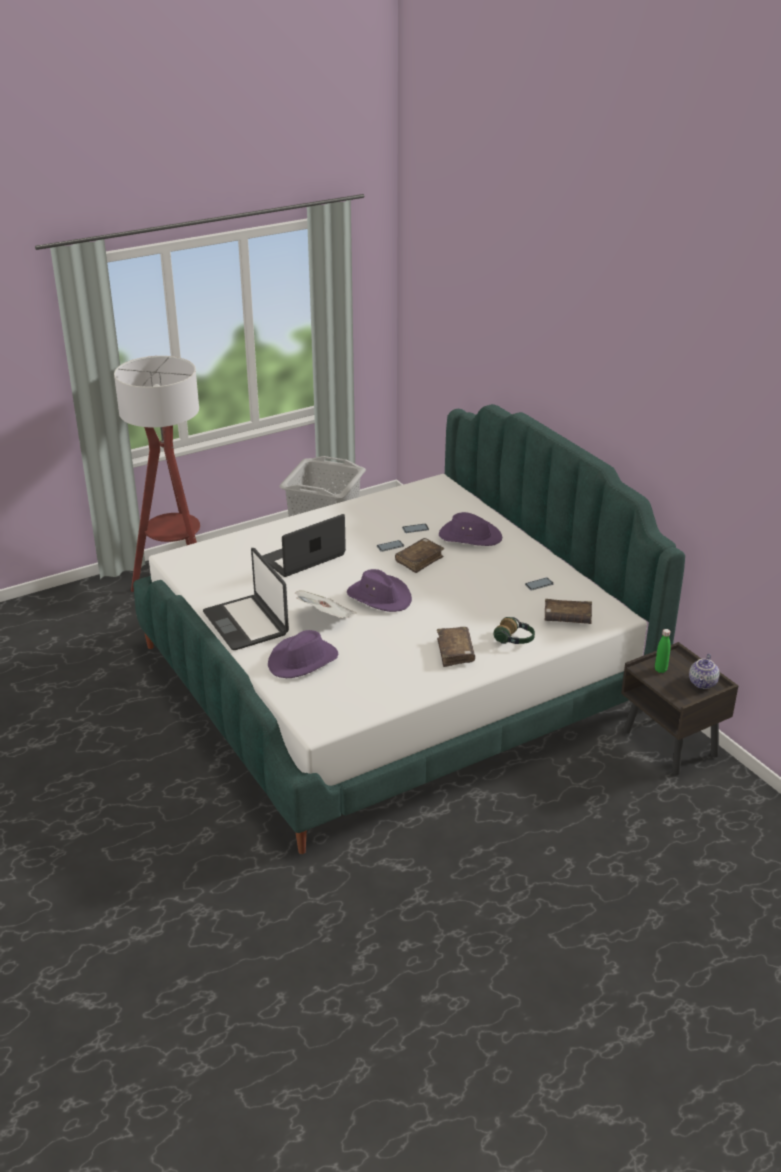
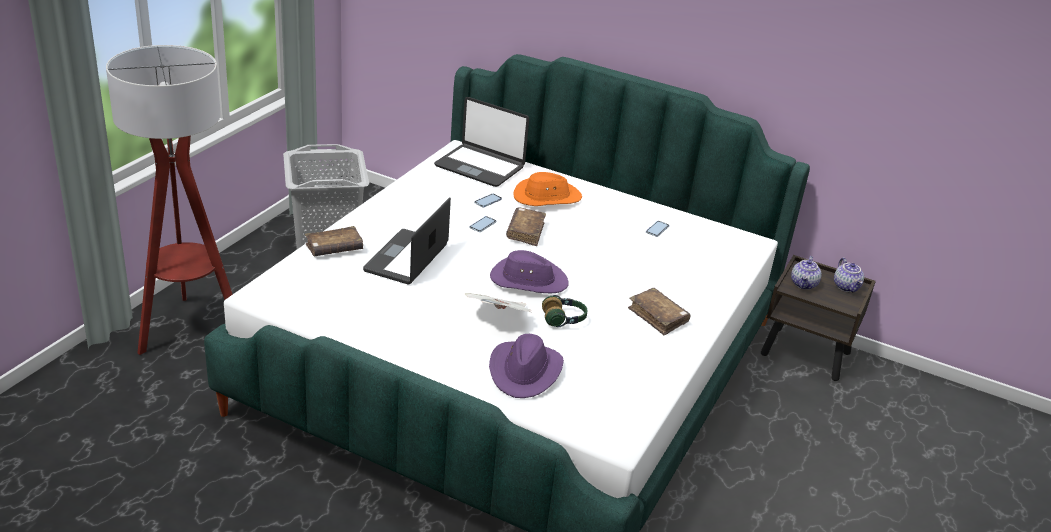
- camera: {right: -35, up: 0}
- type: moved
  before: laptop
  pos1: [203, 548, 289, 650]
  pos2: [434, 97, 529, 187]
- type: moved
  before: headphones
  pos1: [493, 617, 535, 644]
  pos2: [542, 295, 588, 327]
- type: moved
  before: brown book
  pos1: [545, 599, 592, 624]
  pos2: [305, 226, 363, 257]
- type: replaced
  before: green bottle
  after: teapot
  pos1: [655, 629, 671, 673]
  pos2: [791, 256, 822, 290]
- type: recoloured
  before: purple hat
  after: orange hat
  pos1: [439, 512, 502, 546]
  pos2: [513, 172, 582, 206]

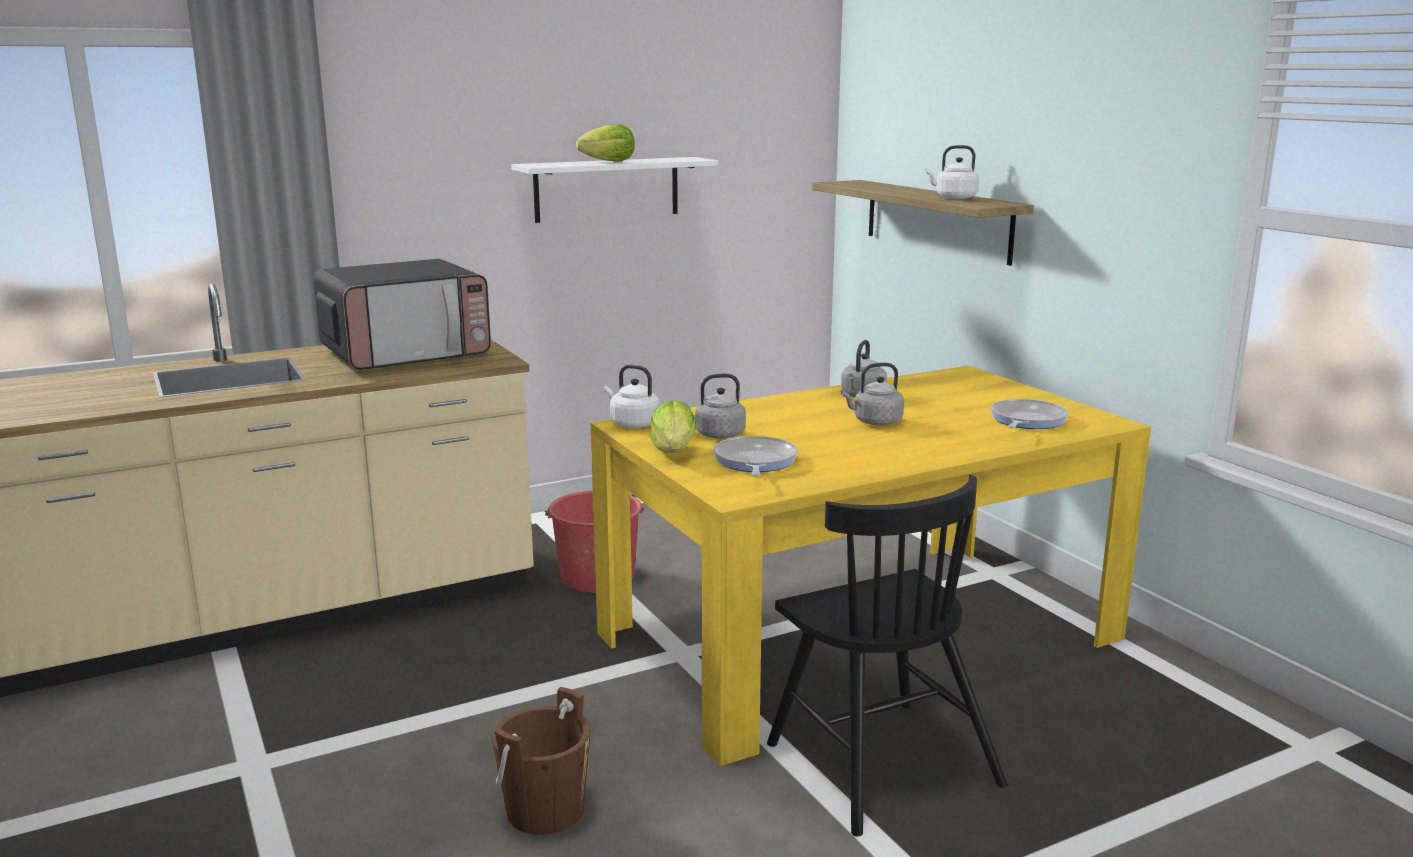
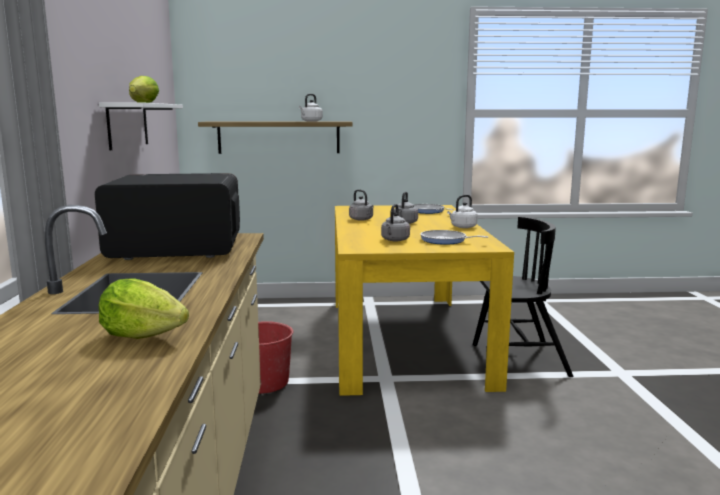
- camera: {right: -65, up: -5}
- type: removed
  before: brown bucket
  pos1: [492, 687, 591, 835]
- type: moved
  before: white kettle
  pos1: [604, 365, 659, 428]
  pos2: [447, 195, 478, 228]
- type: moved
  before: lettuce
  pos1: [650, 400, 696, 453]
  pos2: [99, 279, 189, 339]
- type: turned
  before: microwave
  pos1: [313, 259, 491, 370]
  pos2: [95, 173, 240, 260]
  turn: -90

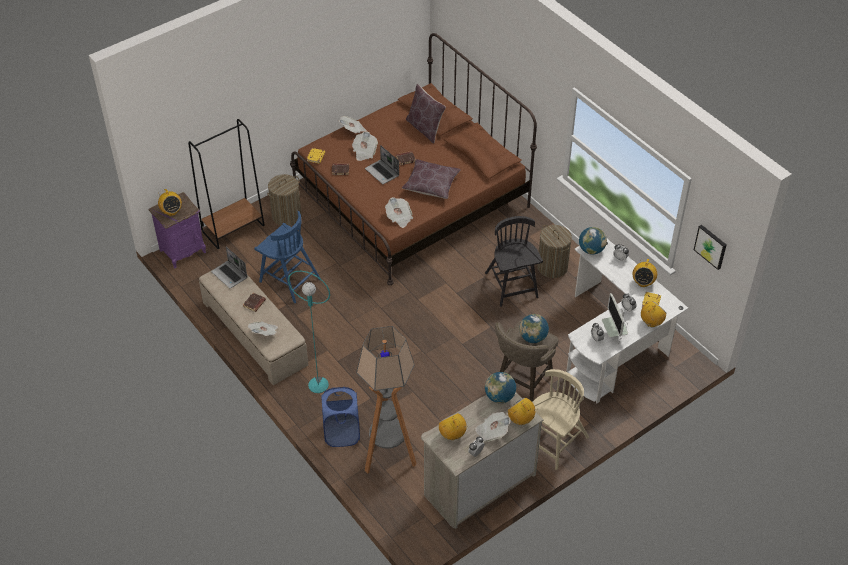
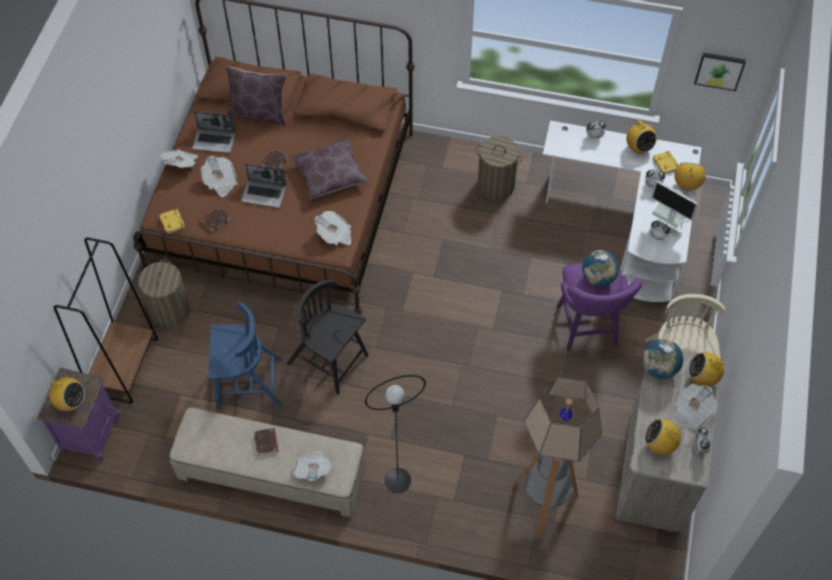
- camera: {right: -40, up: 10}
- type: removed
  before: blue laundry basket
  pos1: [321, 387, 360, 447]
- type: removed
  before: globe
  pos1: [579, 227, 607, 255]
- type: moved
  before: laptop
  pos1: [211, 247, 247, 288]
  pos2: [192, 112, 236, 153]
- type: moved
  before: black chair
  pos1: [485, 216, 543, 307]
  pos2: [287, 280, 369, 395]
- type: recoloured
  before: turquoise floor lamp
  after: black floor lamp
  pos1: [288, 271, 330, 393]
  pos2: [365, 375, 426, 493]
- type: recoloured
  before: beige stool
  after: purple stool
  pos1: [495, 321, 559, 402]
  pos2: [557, 263, 643, 351]

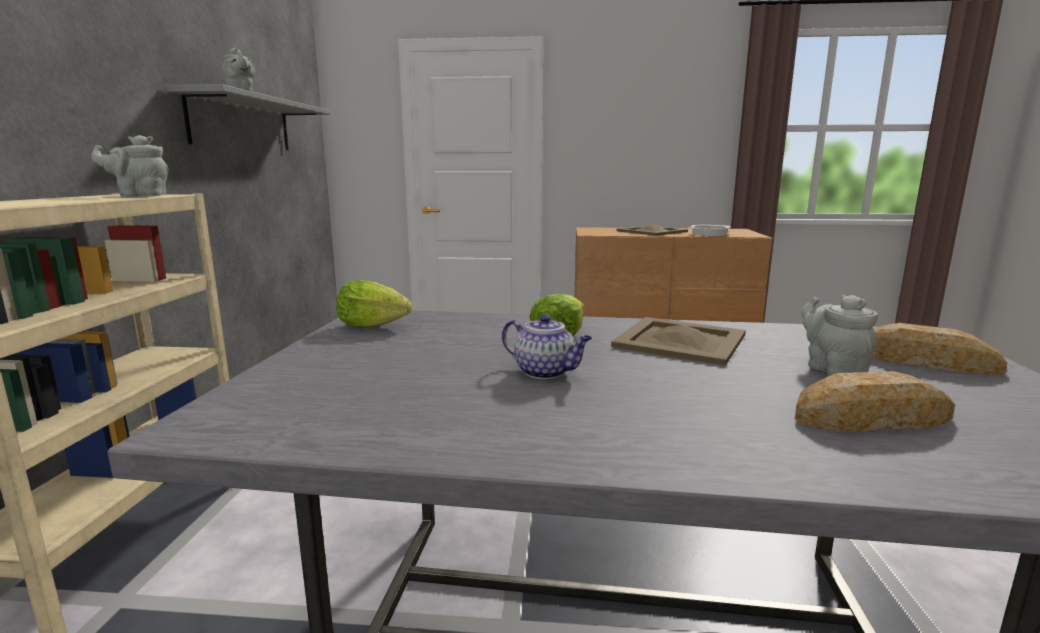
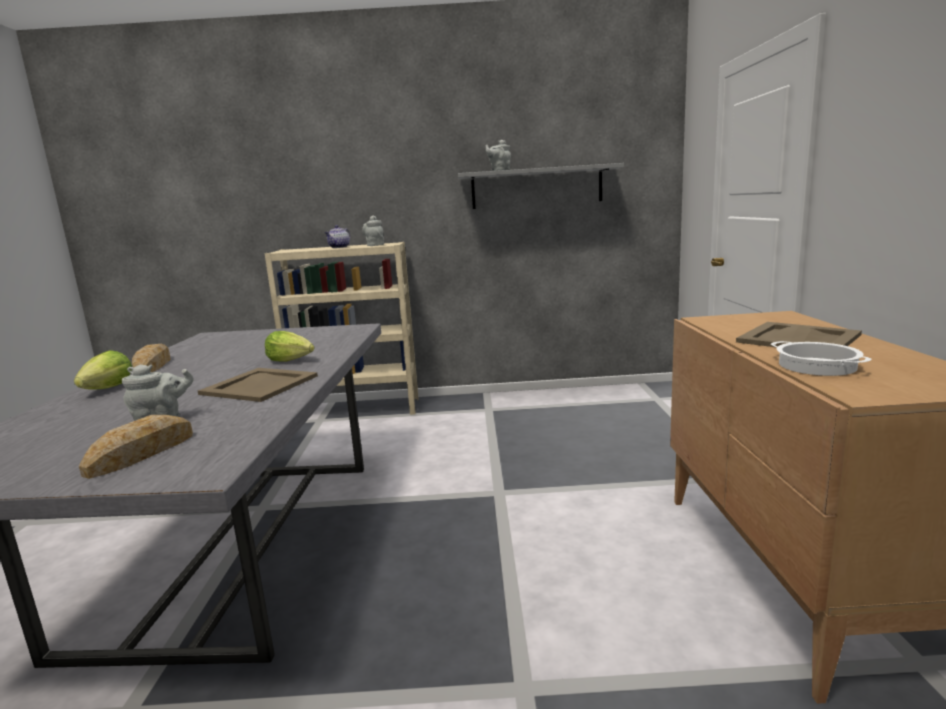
- camera: {right: 85, up: 0}
- type: moved
  before: lettuce
  pos1: [336, 280, 412, 327]
  pos2: [74, 350, 132, 390]
- type: moved
  before: teapot
  pos1: [502, 314, 592, 379]
  pos2: [325, 225, 350, 248]
- type: moved
  before: bread
  pos1: [795, 371, 955, 431]
  pos2: [132, 344, 170, 372]

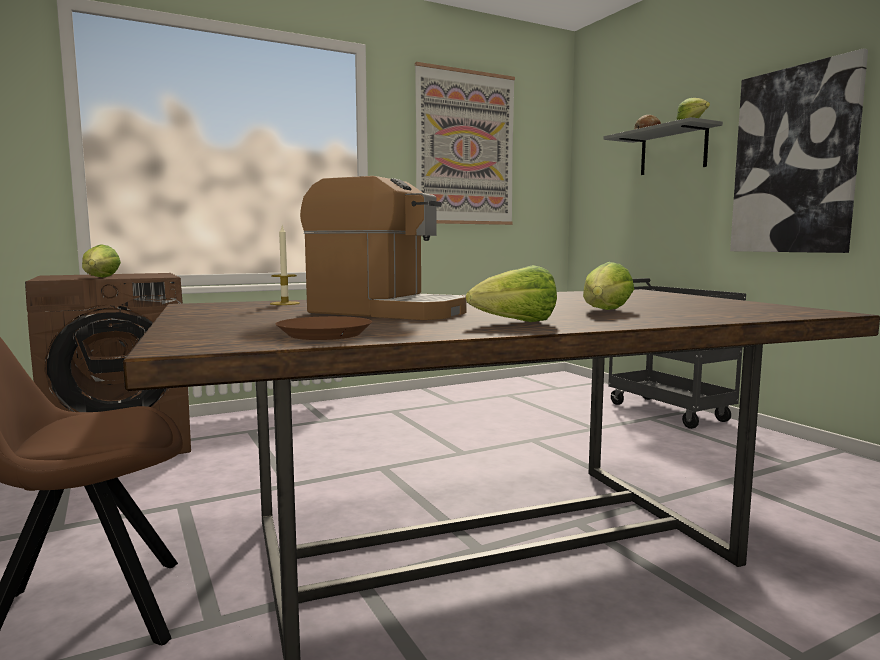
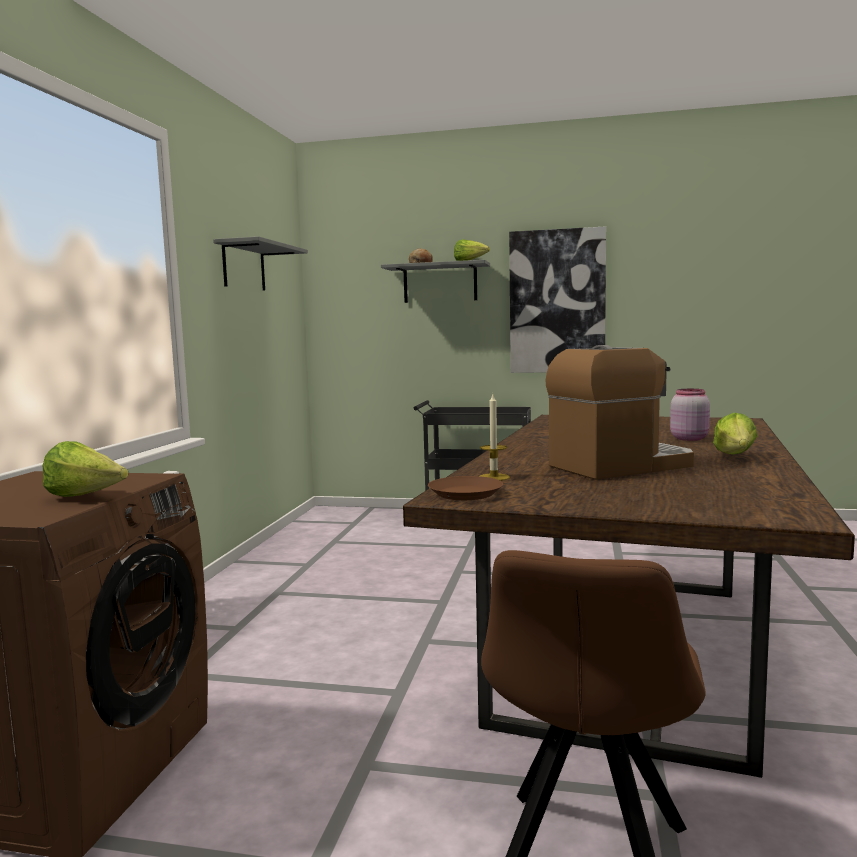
- camera: {right: -50, up: 0}
- type: moved
  before: brown plate
  pos1: [276, 316, 372, 340]
  pos2: [428, 476, 503, 500]
- type: replaced
  before: picture
  after: grey shelf
  pos1: [415, 62, 515, 225]
  pos2: [213, 236, 308, 291]
- type: replaced
  before: lettuce
  after: pink jar
  pos1: [583, 262, 634, 310]
  pos2: [670, 389, 710, 441]

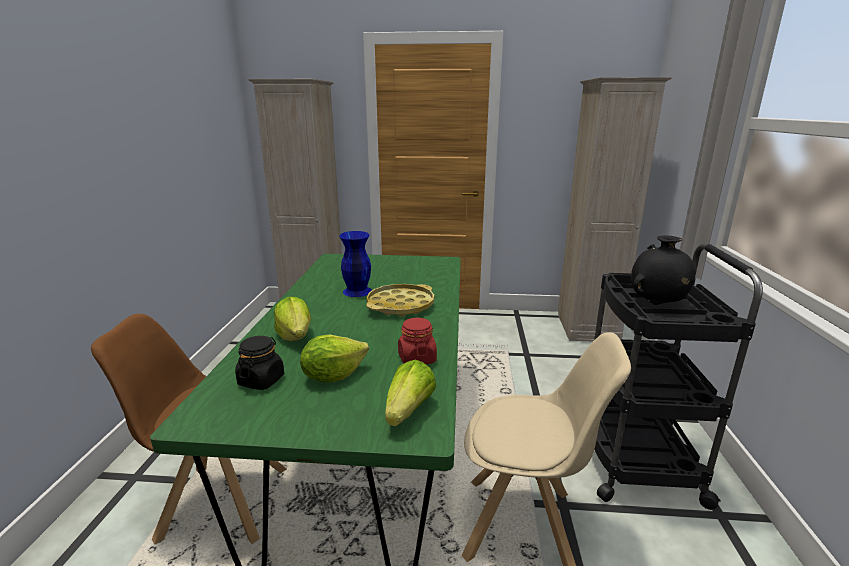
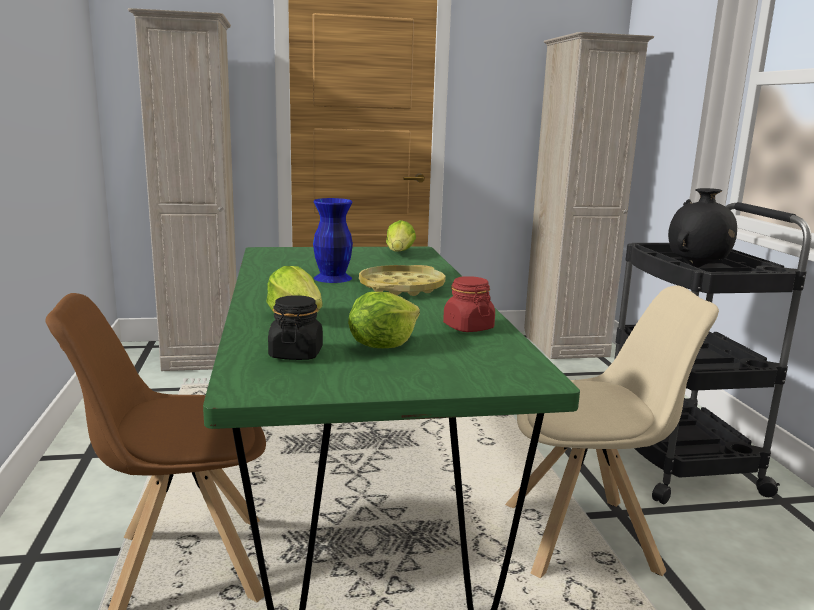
- camera: {right: -15, up: -5}
- type: moved
  before: lettuce
  pos1: [385, 360, 436, 426]
  pos2: [386, 220, 416, 251]

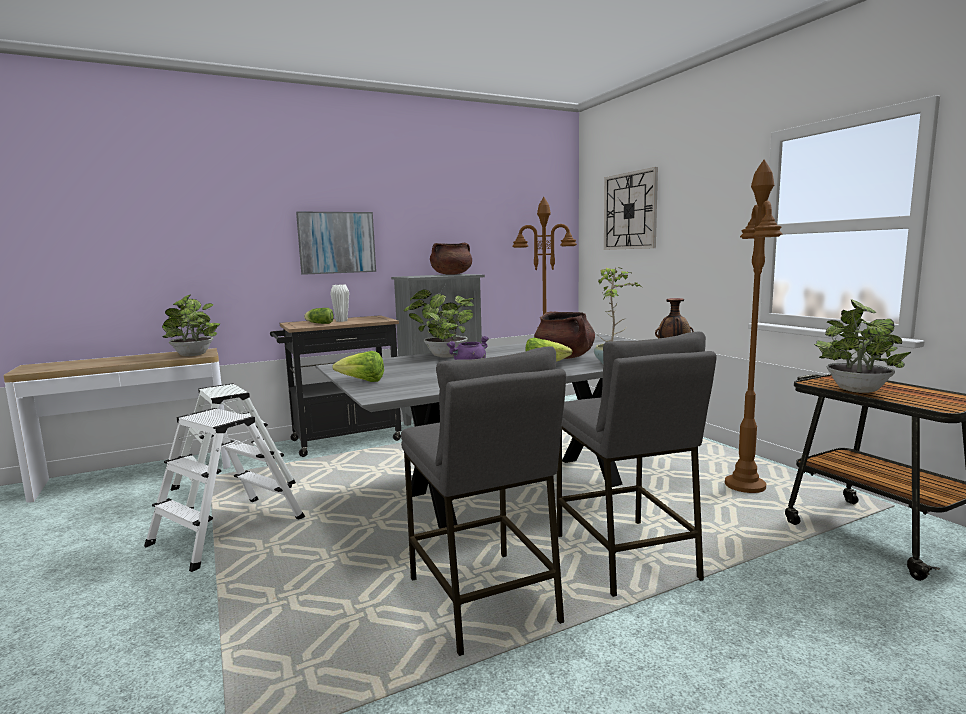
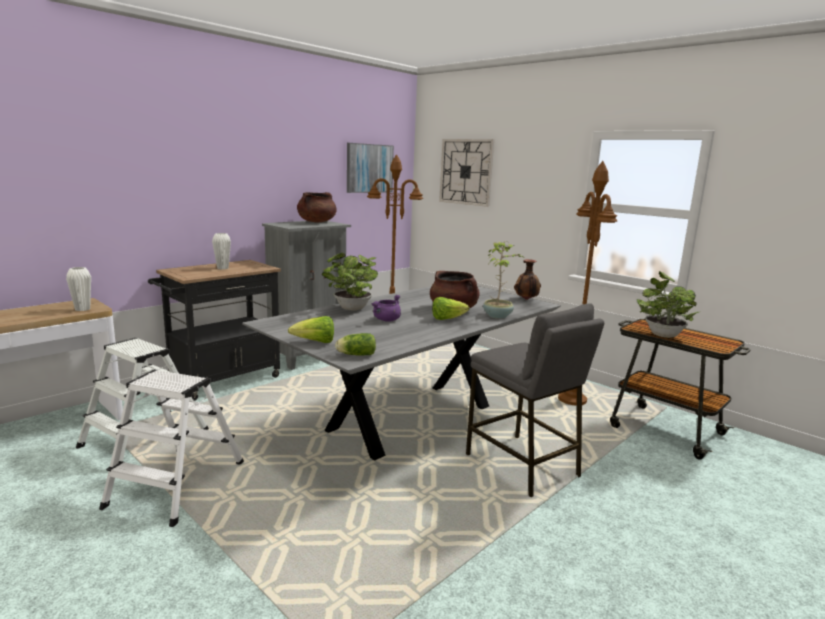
- camera: {right: -20, up: 5}
- type: removed
  before: grey stool
  pos1: [401, 346, 566, 656]
- type: moved
  before: picture
  pos1: [296, 211, 376, 275]
  pos2: [347, 143, 394, 193]
- type: moved
  before: lettuce
  pos1: [304, 308, 334, 324]
  pos2: [335, 333, 376, 356]
- type: replaced
  before: potted plant
  after: white vase
  pos1: [162, 294, 220, 356]
  pos2: [66, 267, 91, 311]

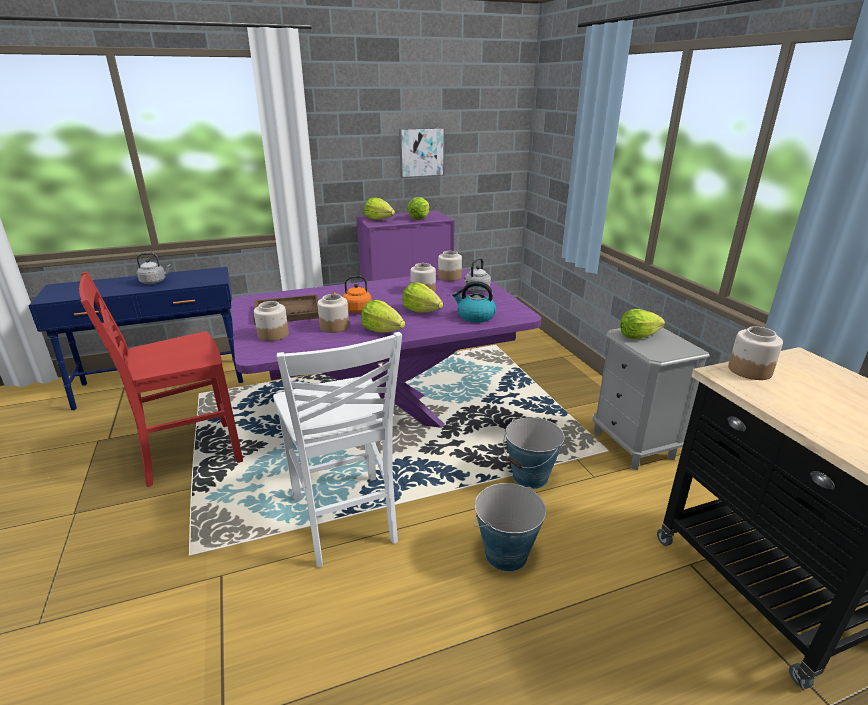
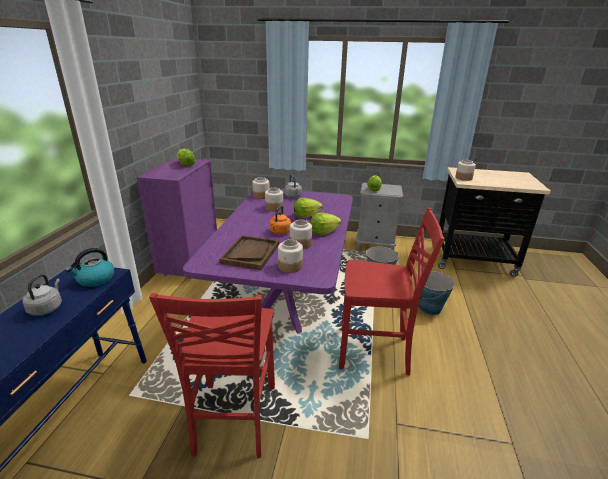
- camera: {right: -60, up: 0}
- type: removed
  before: lettuce
  pos1: [364, 197, 395, 220]
- type: removed
  before: picture
  pos1: [399, 127, 445, 178]
- type: moved
  before: kettle
  pos1: [452, 281, 496, 322]
  pos2: [66, 248, 114, 287]
- type: recoloured
  before: white chair
  after: red chair
  pos1: [273, 332, 402, 567]
  pos2: [339, 207, 445, 375]

